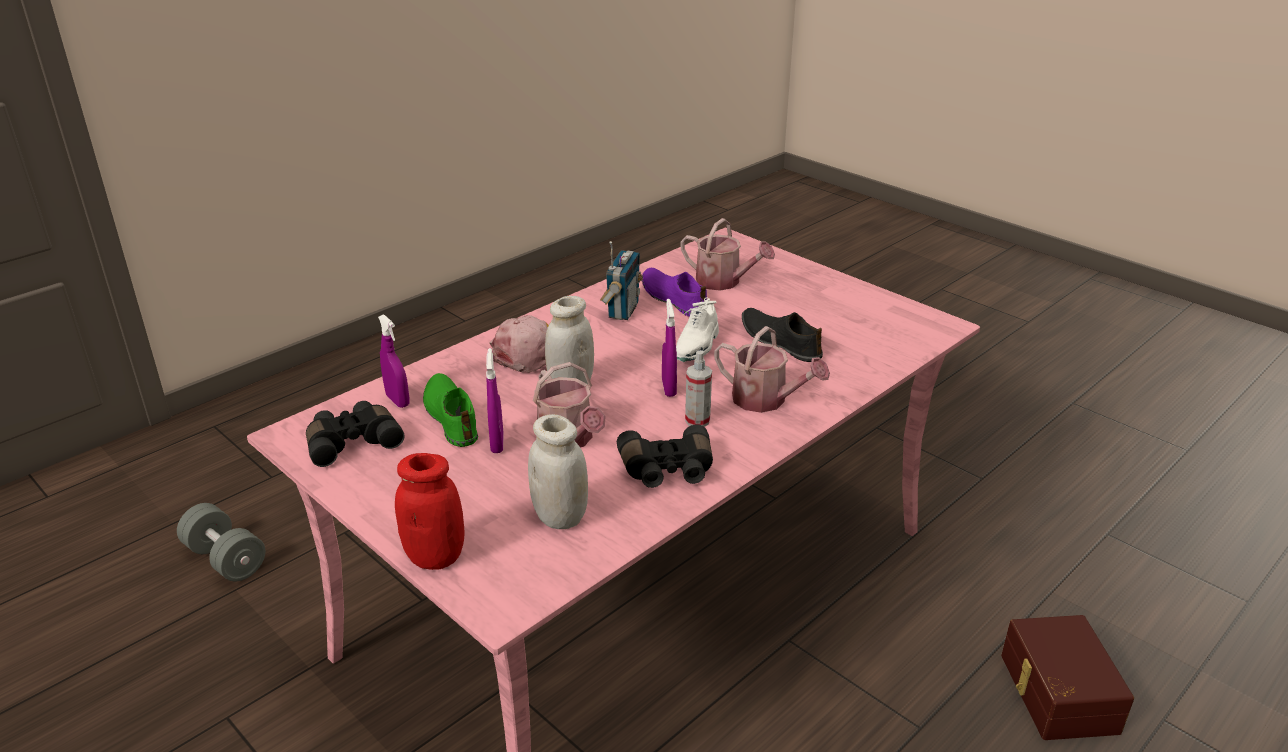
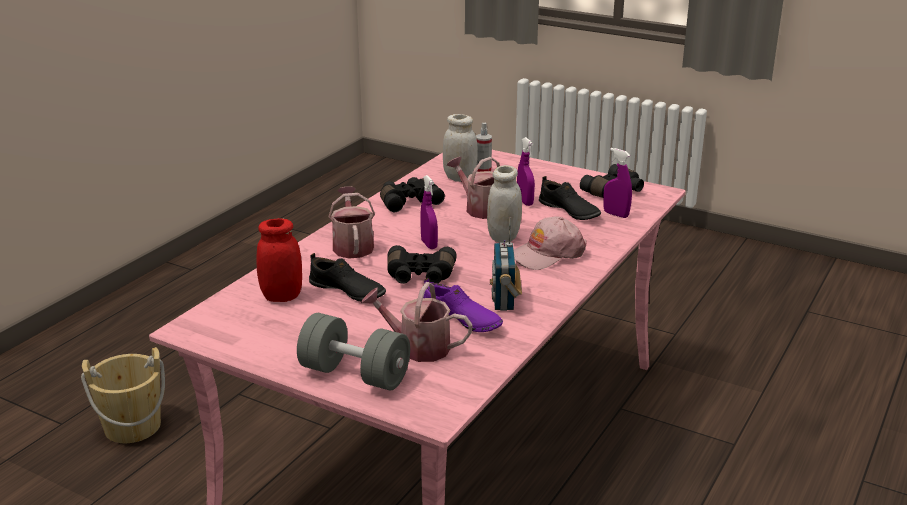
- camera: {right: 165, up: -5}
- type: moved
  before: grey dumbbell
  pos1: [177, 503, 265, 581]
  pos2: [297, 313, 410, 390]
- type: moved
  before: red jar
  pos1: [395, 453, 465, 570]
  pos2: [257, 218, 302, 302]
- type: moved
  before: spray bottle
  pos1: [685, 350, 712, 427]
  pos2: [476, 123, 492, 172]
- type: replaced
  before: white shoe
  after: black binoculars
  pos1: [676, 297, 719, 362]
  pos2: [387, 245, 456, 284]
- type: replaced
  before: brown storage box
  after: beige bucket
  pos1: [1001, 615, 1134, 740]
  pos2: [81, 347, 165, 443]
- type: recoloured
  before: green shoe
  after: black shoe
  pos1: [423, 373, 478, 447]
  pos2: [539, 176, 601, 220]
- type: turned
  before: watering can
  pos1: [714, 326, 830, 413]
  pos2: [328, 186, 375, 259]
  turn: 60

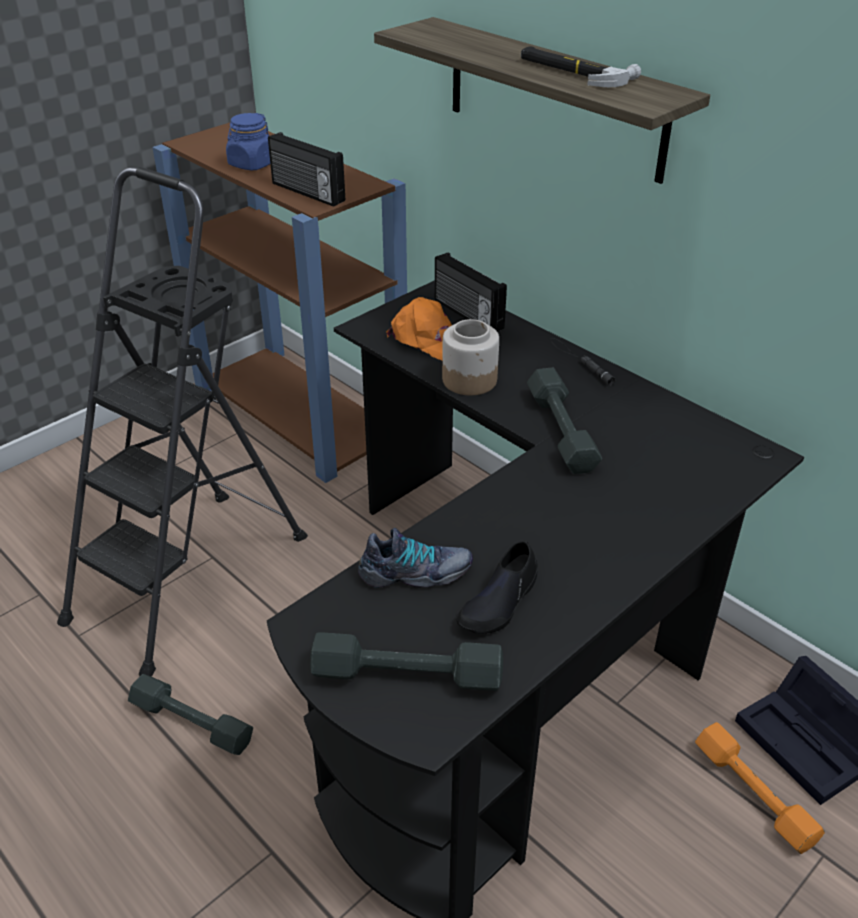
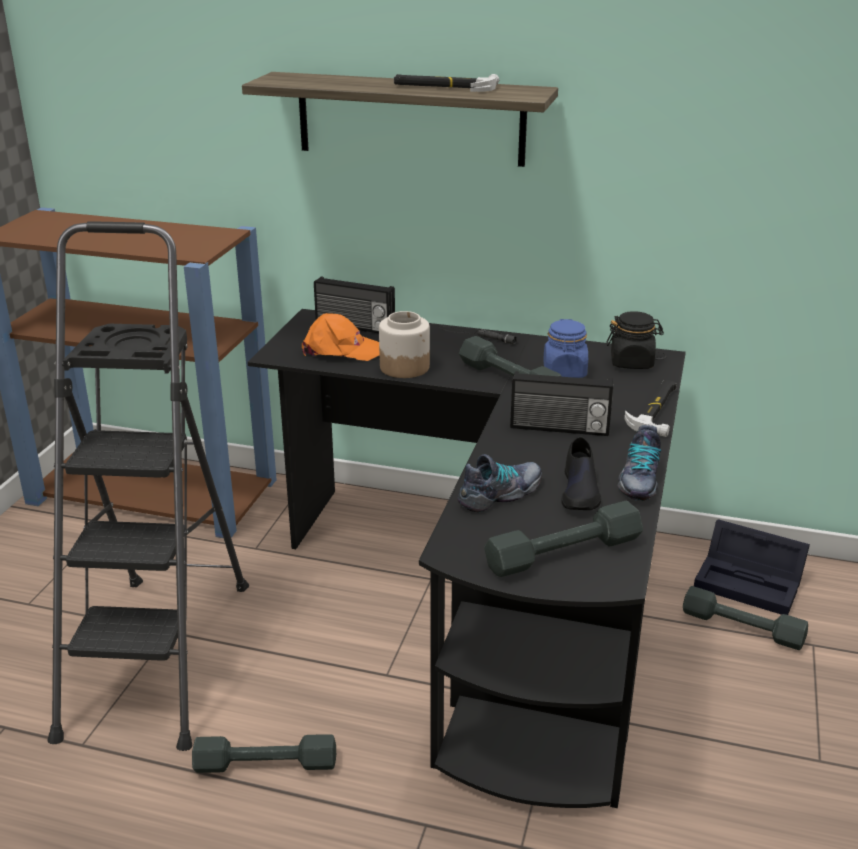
- camera: {right: -30, up: -10}
- type: added
  after: black jar
  pos2: [607, 311, 664, 369]
- type: added
  after: shoe
  pos2: [617, 425, 661, 501]
- type: added
  after: hammer
  pos2: [625, 380, 677, 437]
- type: moved
  before: blue jar
  pos1: [226, 113, 270, 171]
  pos2: [543, 319, 588, 378]
- type: moved
  before: radio
  pos1: [268, 132, 345, 207]
  pos2: [510, 371, 613, 436]
- type: recoloured
  before: orange dumbbell
  after: grey dumbbell
  pos1: [695, 722, 825, 854]
  pos2: [683, 586, 808, 650]

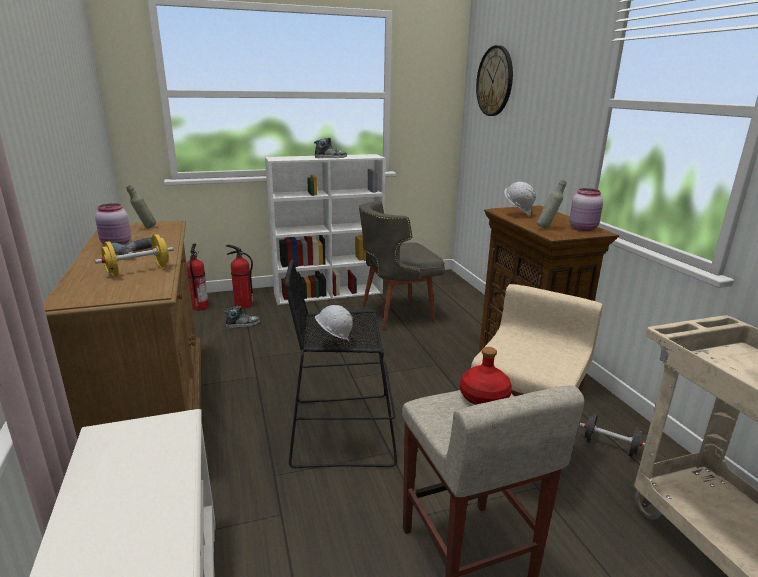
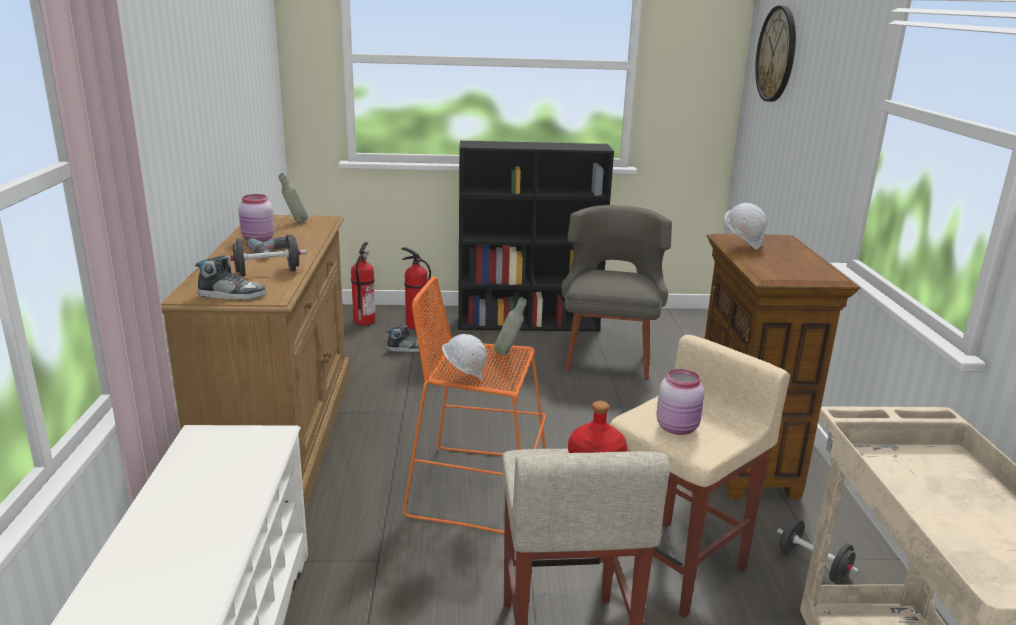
- camera: {right: 15, up: 0}
- type: moved
  before: shoe
  pos1: [314, 138, 347, 158]
  pos2: [195, 256, 266, 299]
- type: moved
  before: grey bottle
  pos1: [537, 180, 567, 229]
  pos2: [494, 298, 527, 355]
- type: moved
  before: pink jar
  pos1: [569, 188, 603, 231]
  pos2: [656, 369, 705, 435]
- type: recoloured
  before: yellow dumbbell
  after: black dumbbell
  pos1: [95, 234, 173, 277]
  pos2: [227, 235, 306, 276]
- type: recoloured
  before: white bookcase
  after: black bookcase
  pos1: [265, 154, 385, 305]
  pos2: [458, 141, 614, 331]
- type: recoloured
  before: black stool
  after: orange stool
  pos1: [285, 260, 397, 468]
  pos2: [403, 277, 546, 534]
- type: turned
  before: grey chair
  pos1: [359, 201, 445, 330]
  pos2: [562, 205, 672, 380]
  turn: 105

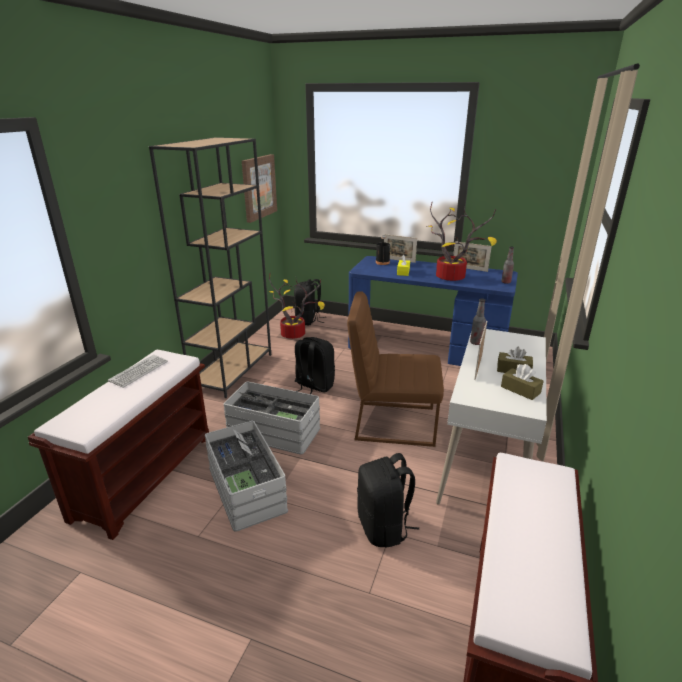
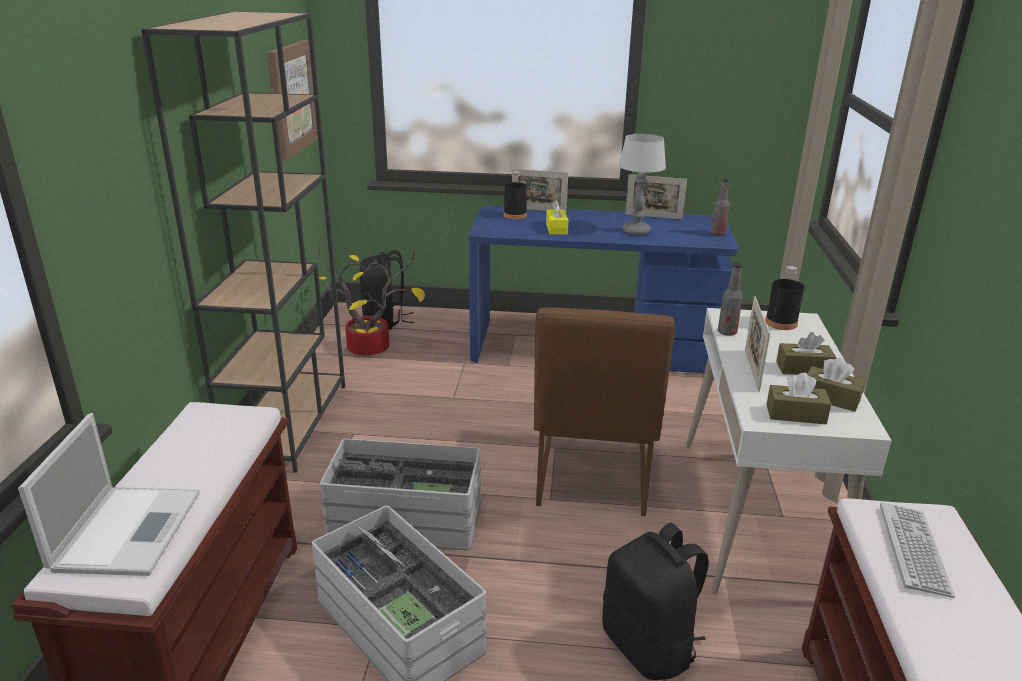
- camera: {right: -15, up: 0}
- type: removed
  before: black backpack
  pos1: [295, 337, 335, 394]
- type: added
  after: laptop
  pos2: [18, 413, 200, 576]
- type: added
  after: black bottle
  pos2: [765, 266, 804, 330]
- type: added
  after: brown tissue box
  pos2: [766, 373, 831, 424]
- type: moved
  before: keyboard
  pos1: [108, 355, 168, 388]
  pos2: [880, 502, 955, 598]
- type: replaced
  before: potted plant
  after: table lamp
  pos1: [426, 203, 497, 281]
  pos2: [619, 134, 666, 235]
- type: turned
  before: brown chair
  pos1: [347, 291, 444, 447]
  pos2: [534, 307, 675, 516]
  turn: -75

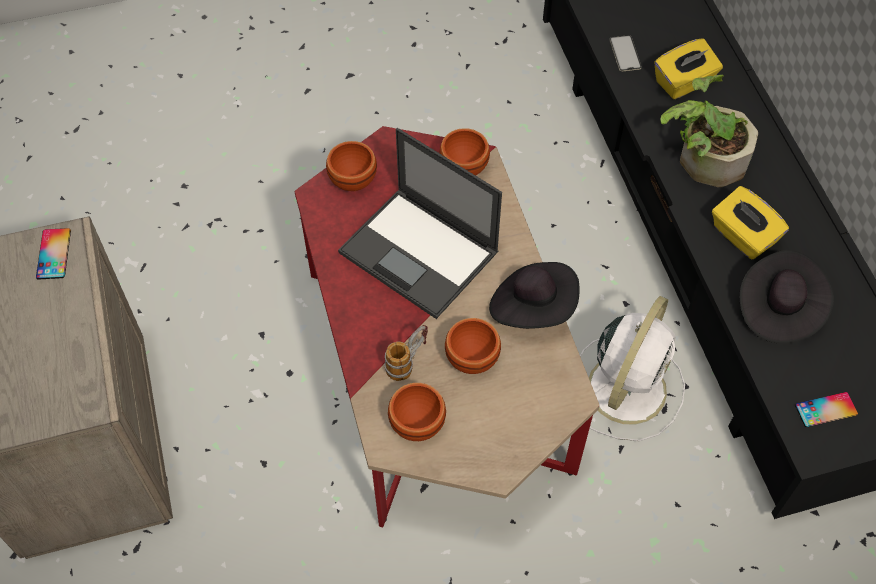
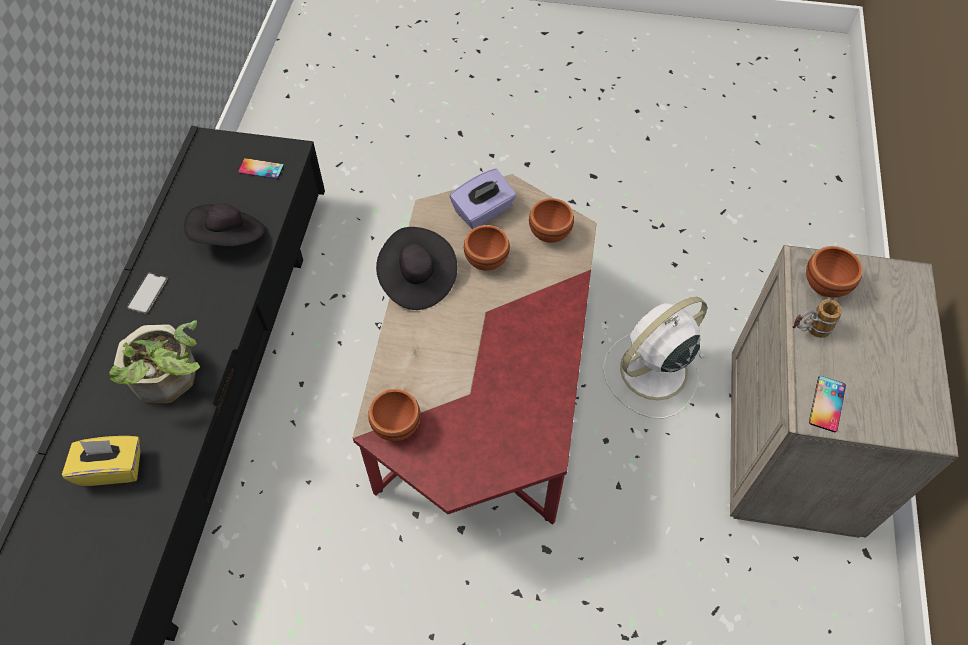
- camera: {right: -155, up: 0}
- type: removed
  before: laptop
  pos1: [338, 128, 502, 319]
- type: removed
  before: yellow tissue box
  pos1: [712, 186, 789, 259]
- type: added
  after: purple tissue box
  pos2: [450, 169, 516, 229]
- type: moved
  before: brown bowl
  pos1: [326, 141, 377, 191]
  pos2: [806, 246, 863, 298]
- type: moved
  before: mug
  pos1: [384, 325, 428, 381]
  pos2: [793, 299, 842, 338]
- type: moved
  before: white fan
  pos1: [580, 296, 685, 441]
  pos2: [603, 297, 707, 419]
- type: moved
  before: phone
  pos1: [609, 35, 642, 71]
  pos2: [127, 272, 168, 314]

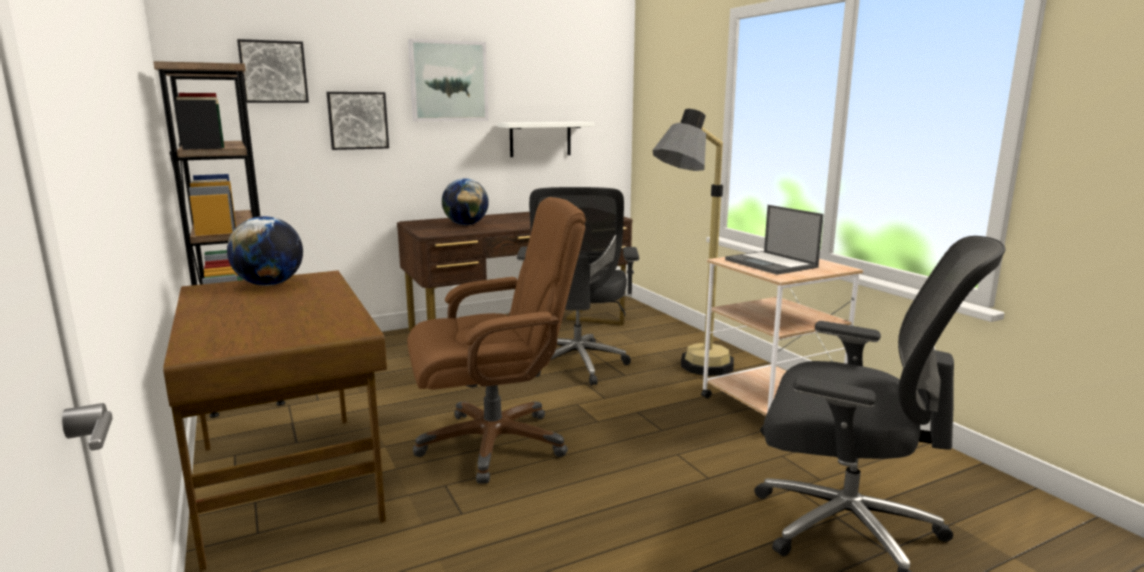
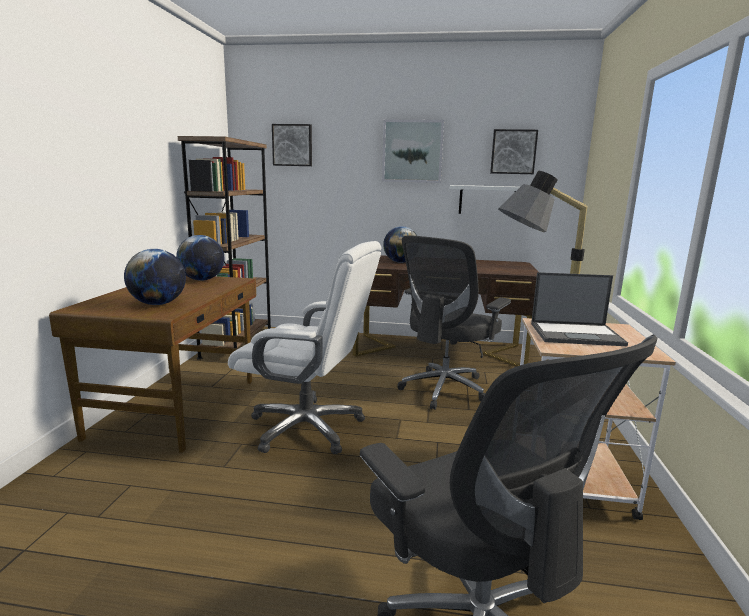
- camera: {right: 35, up: 0}
- type: added
  after: globe
  pos2: [124, 249, 186, 305]
- type: moved
  before: picture
  pos1: [326, 92, 389, 150]
  pos2: [490, 129, 538, 174]
- type: recoloured
  before: brown office chair
  after: white office chair
  pos1: [407, 197, 586, 484]
  pos2: [228, 241, 382, 454]
- type: turned
  before: laptop
  pos1: [725, 205, 824, 275]
  pos2: [531, 272, 628, 346]
  turn: -90

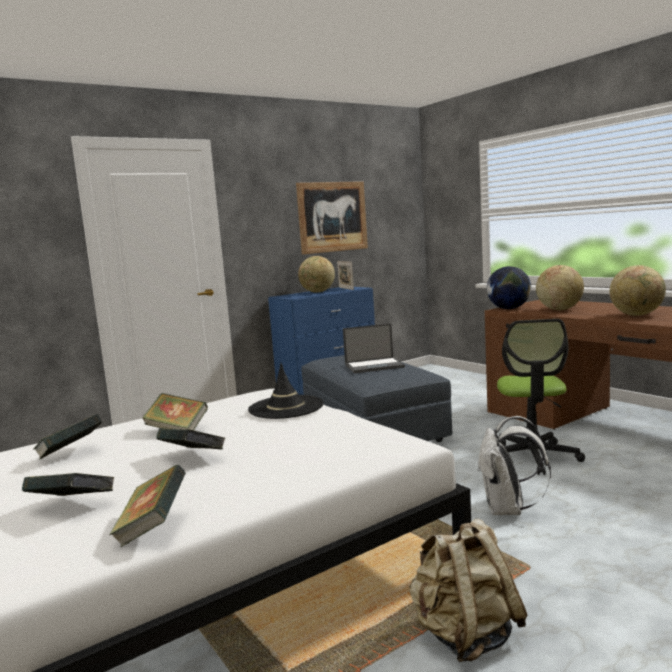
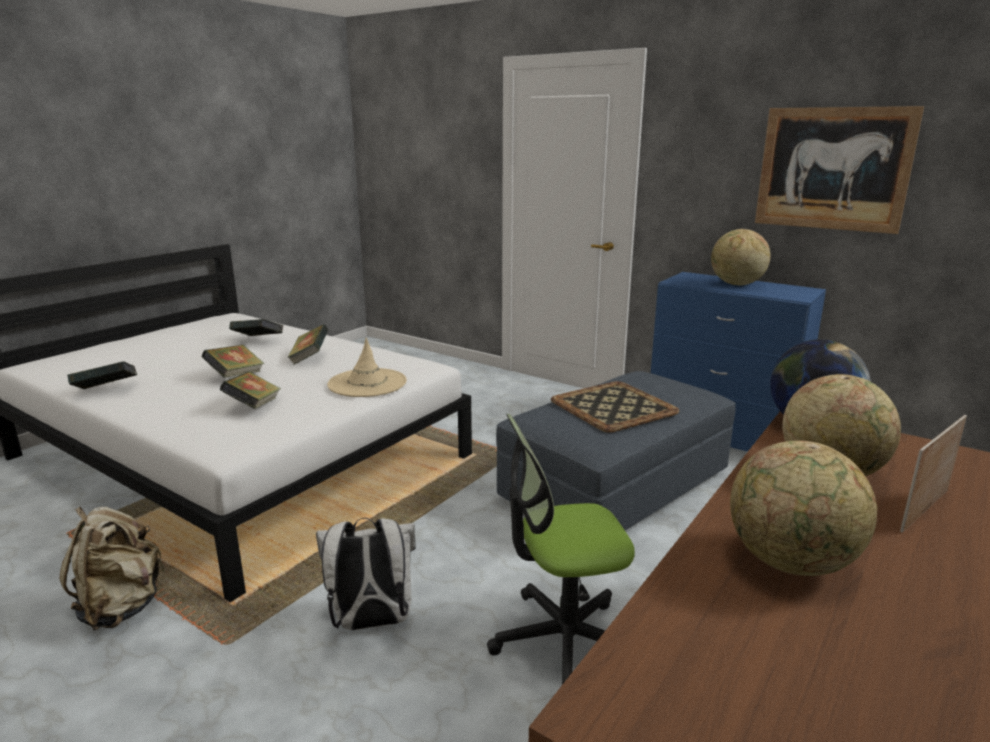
- camera: {right: 70, up: 10}
- type: moved
  before: book
  pos1: [22, 473, 115, 496]
  pos2: [220, 372, 281, 409]
- type: moved
  before: picture frame
  pos1: [337, 261, 354, 290]
  pos2: [900, 415, 967, 532]
- type: replaced
  before: laptop
  after: tray
  pos1: [343, 323, 405, 373]
  pos2: [551, 381, 679, 433]
- type: recoloured
  before: black hat
  after: beige hat
  pos1: [248, 363, 324, 419]
  pos2: [327, 337, 407, 397]

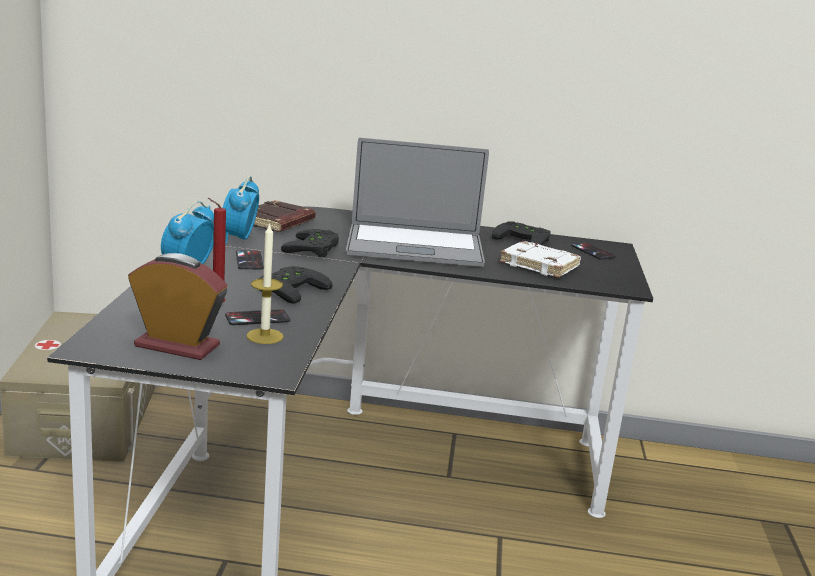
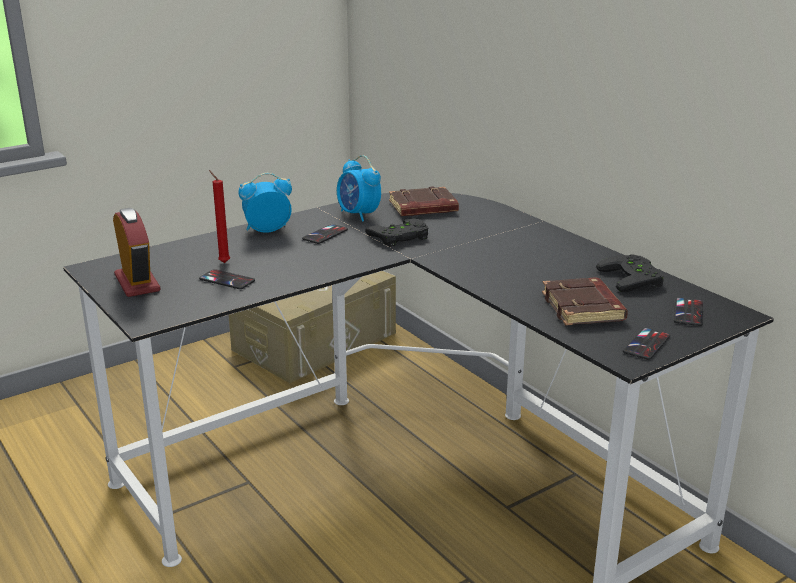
- camera: {right: 50, up: 5}
- type: removed
  before: candle
  pos1: [247, 222, 283, 344]
- type: removed
  before: black game controller
  pos1: [259, 266, 333, 304]
- type: removed
  before: laptop
  pos1: [346, 138, 489, 267]
- type: added
  after: phone
  pos2: [623, 328, 670, 360]
- type: recoloured
  before: white book
  after: brown book
  pos1: [499, 241, 581, 278]
  pos2: [542, 277, 628, 325]
- type: turned
  before: alarm clock
  pos1: [223, 176, 259, 244]
  pos2: [337, 155, 381, 222]
  turn: -90

